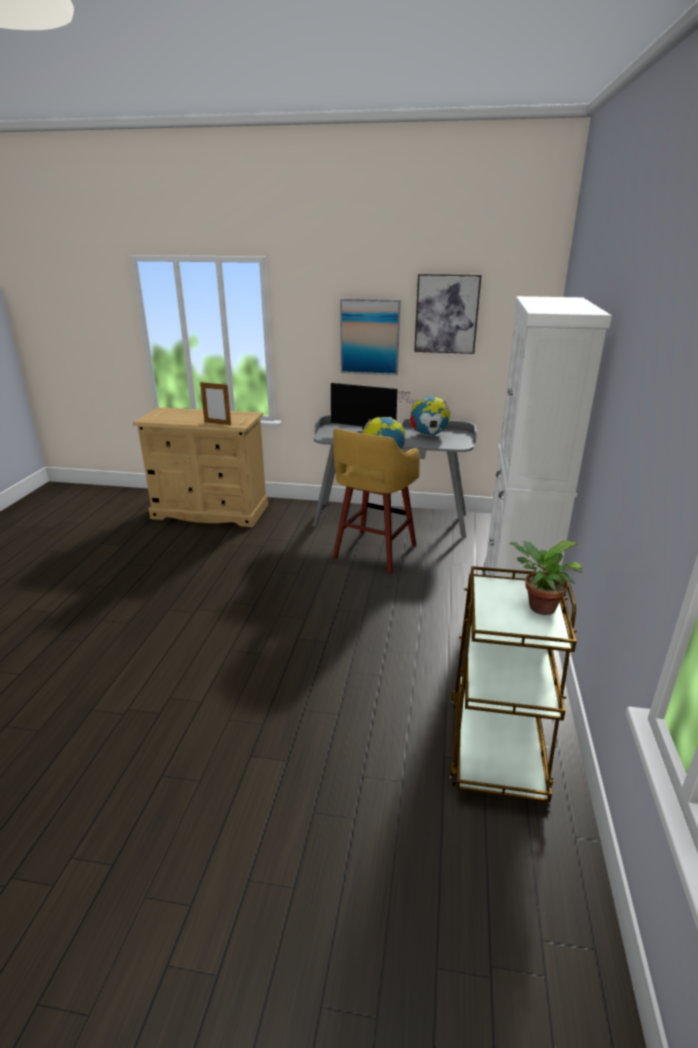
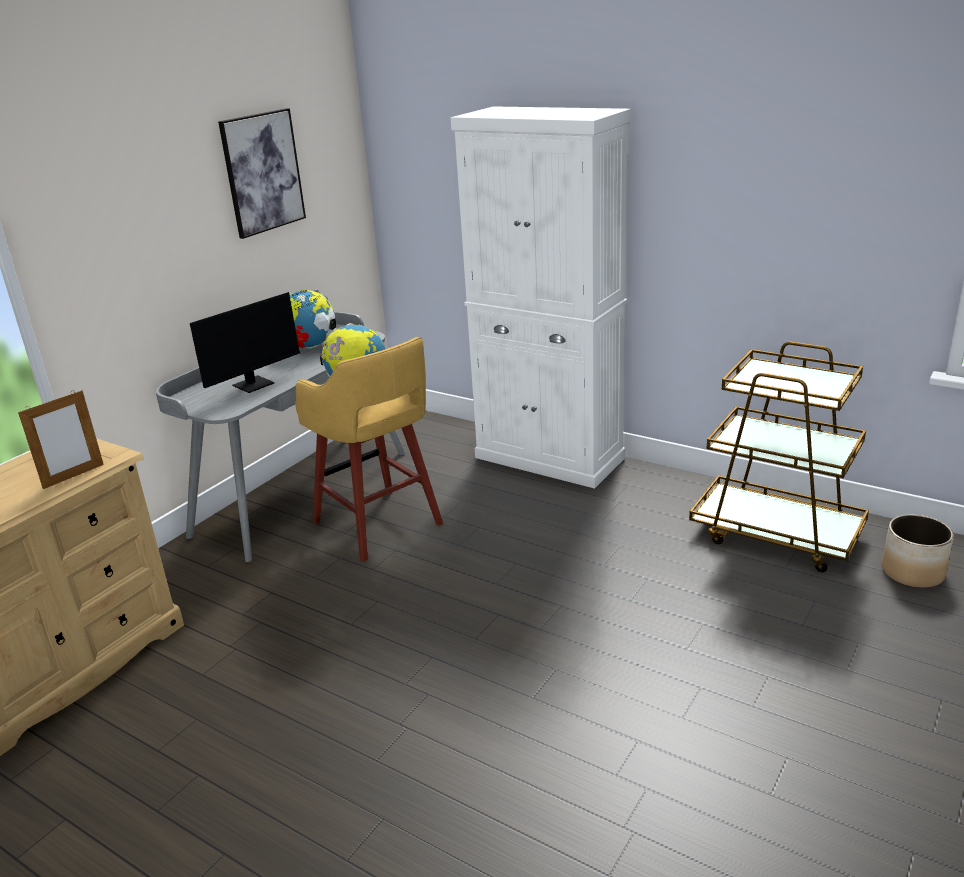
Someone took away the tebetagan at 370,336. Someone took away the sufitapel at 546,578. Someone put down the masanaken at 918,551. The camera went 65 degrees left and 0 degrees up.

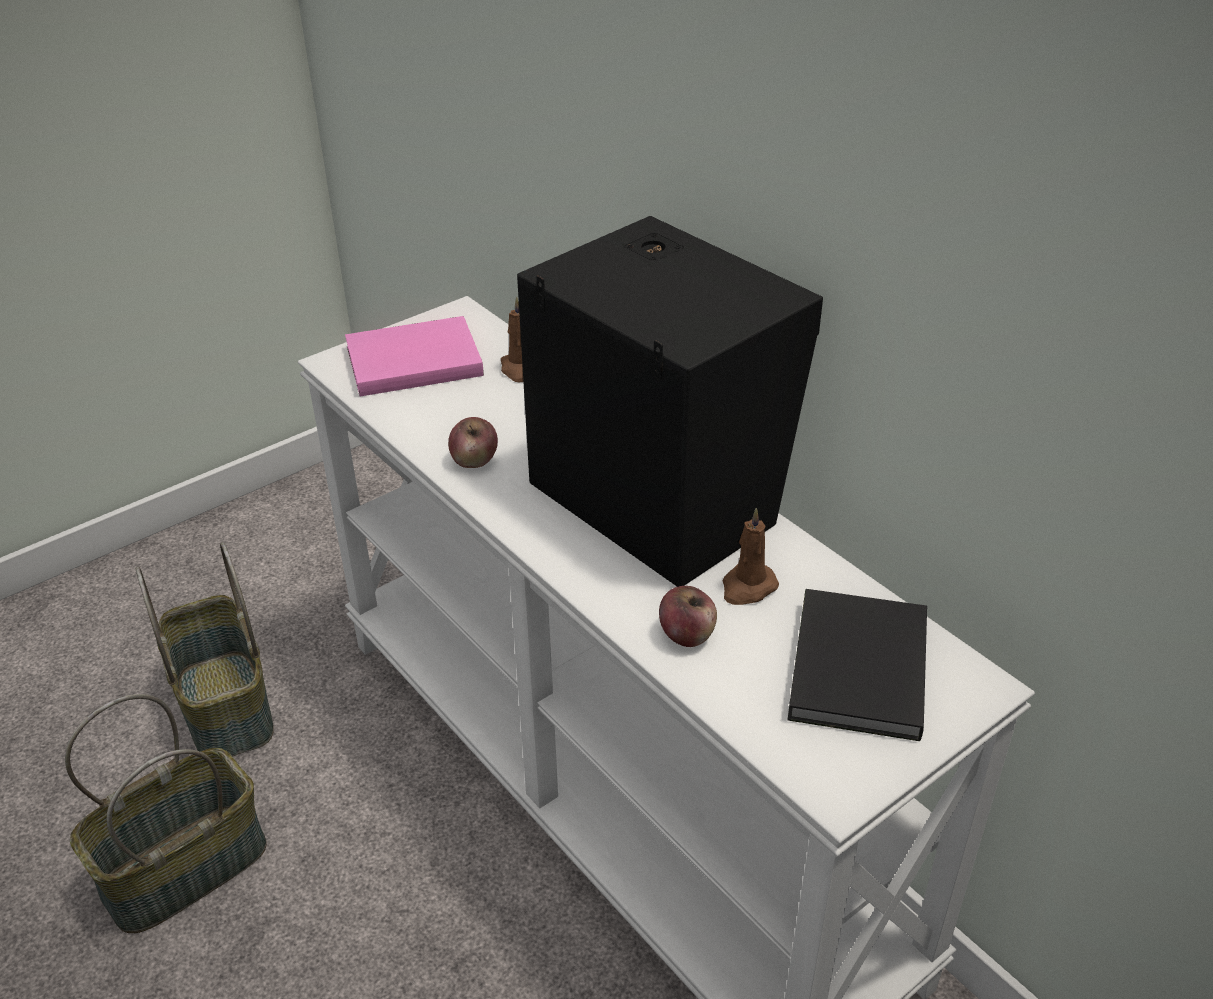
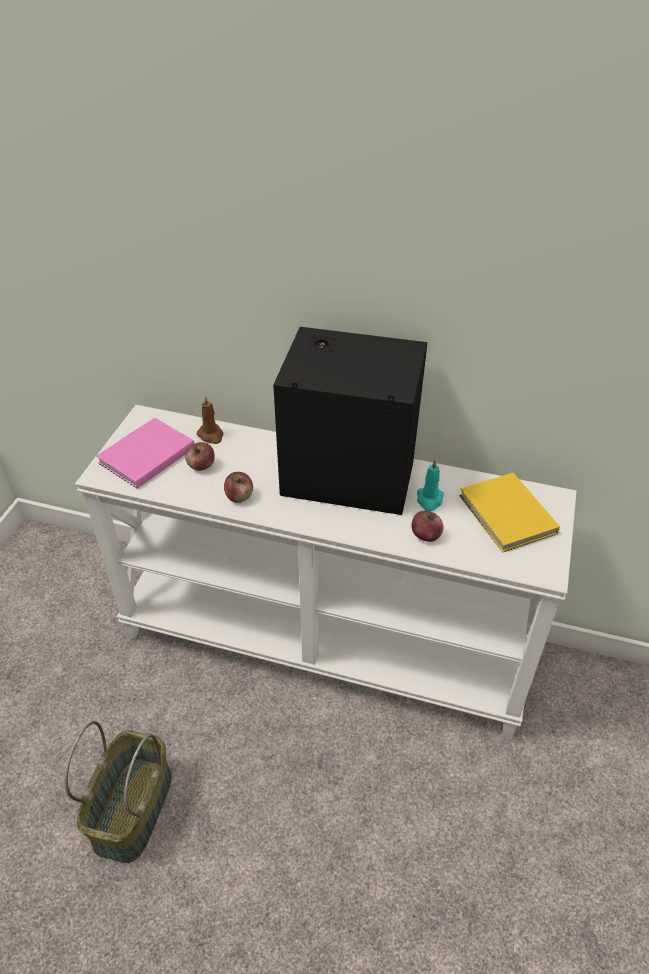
Someone took away the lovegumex at 205,649. Someone repainted the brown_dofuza at 750,556, which became the turquoise_dofuza at 430,485. Someone repainted the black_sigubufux at 857,665, which became the yellow_sigubufux at 509,513. Someone put down the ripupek at 200,456. The camera went 35 degrees left and 5 degrees up.

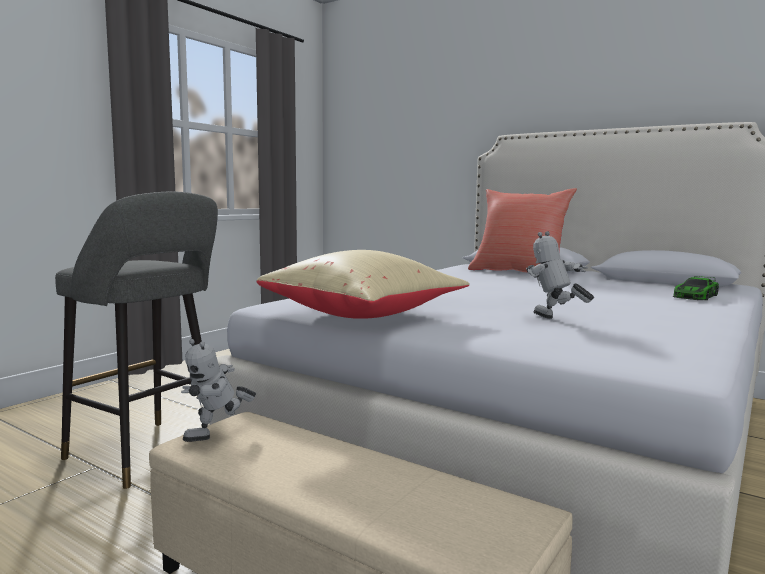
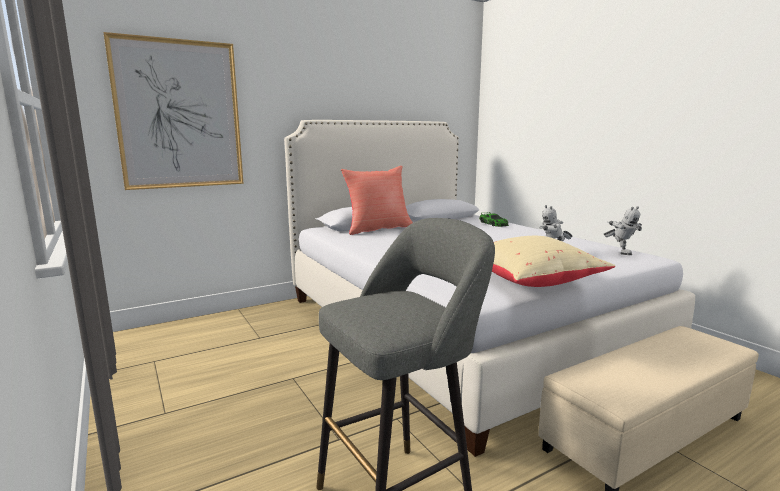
Someone carried the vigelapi from 218,390 to 623,230. Someone put up the tebetagan at 173,111. The camera went 65 degrees left and 5 degrees up.

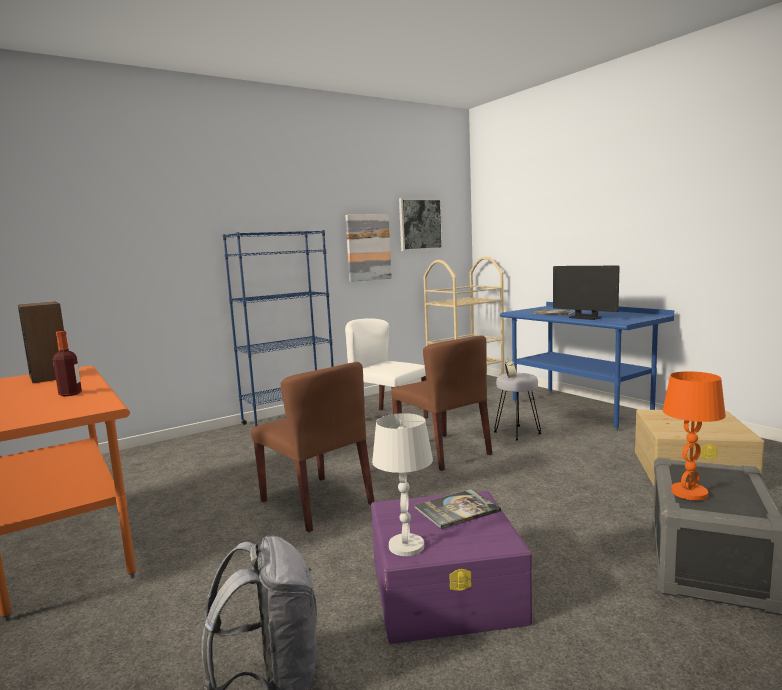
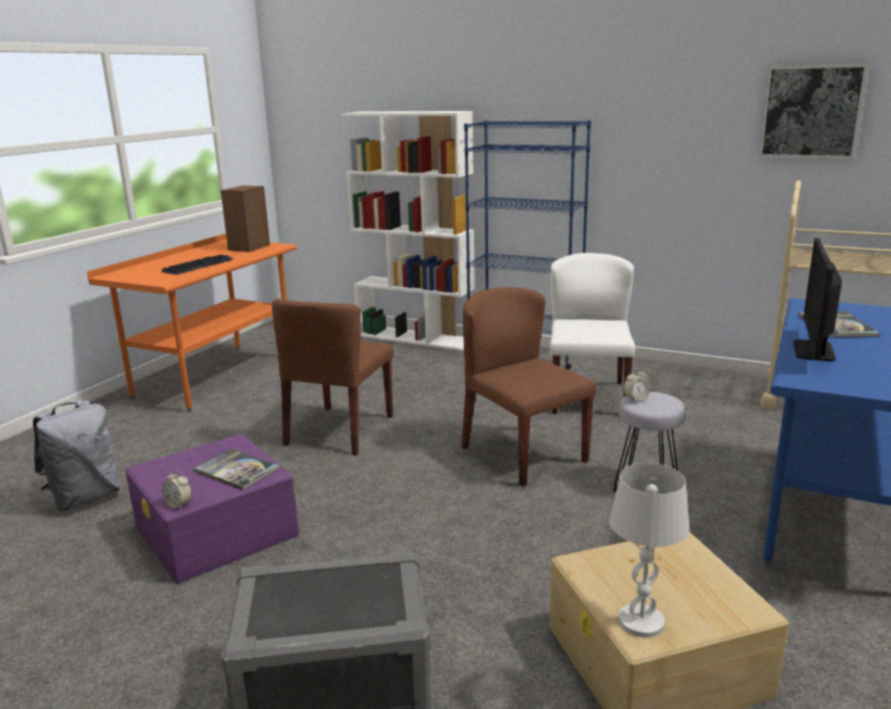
Someone swapped the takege at 67,363 for the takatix at 197,265. Someone took away the tebetagan at 368,248. Someone carried the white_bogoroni from 402,484 to 649,550. Someone rotated the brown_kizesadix at 441,403 by 120 degrees clockwise. Someone took away the orange_bogoroni at 694,435. Someone put down the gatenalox at 177,489. Someone put down the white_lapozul at 408,231. The camera went 60 degrees right and 10 degrees up.

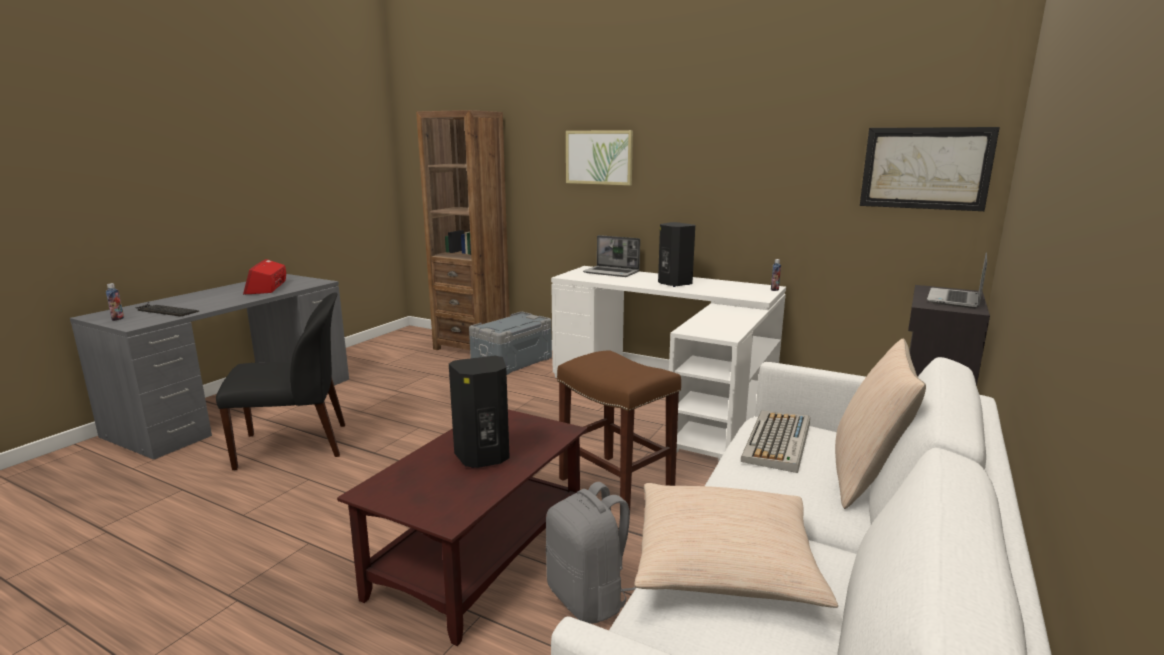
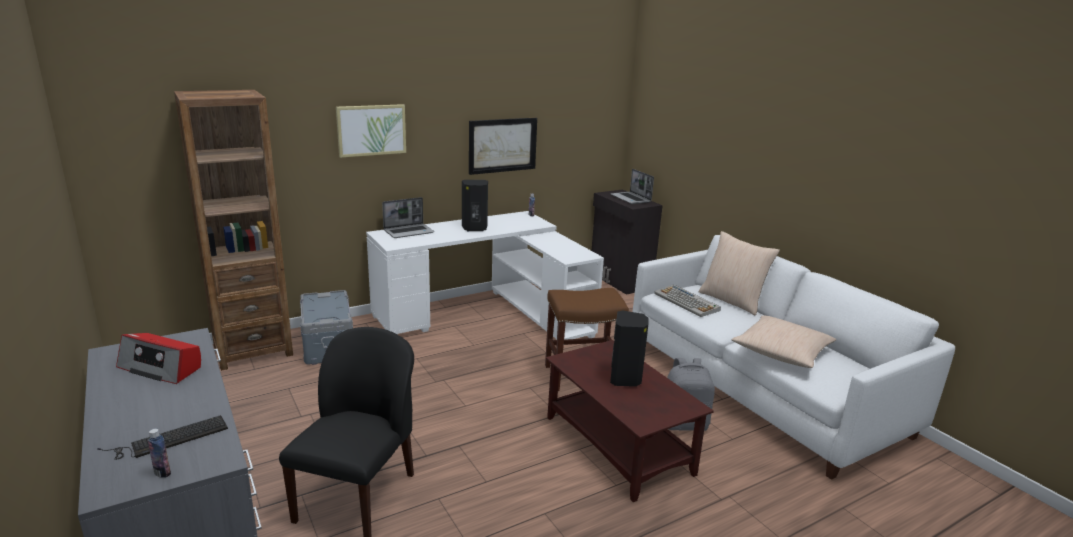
Someone carried the tebetagan from 930,169 to 503,146. The camera went 60 degrees left and 5 degrees up.

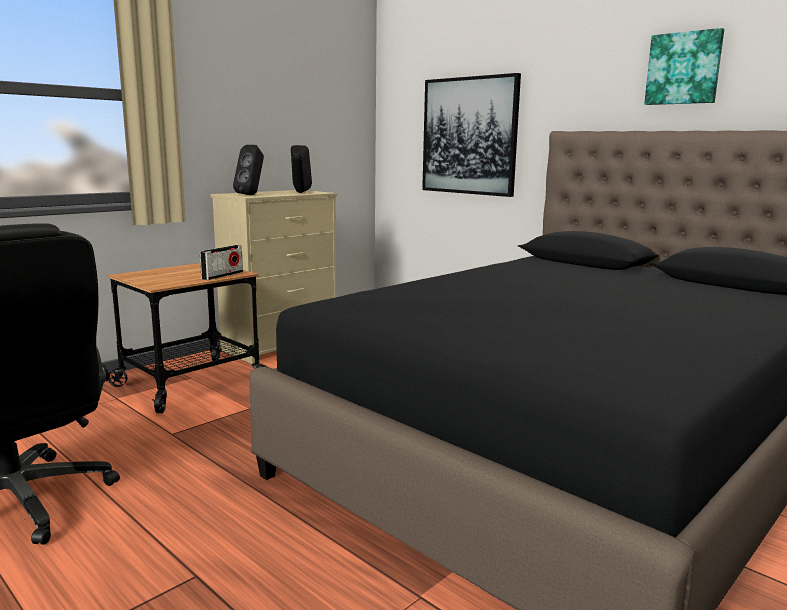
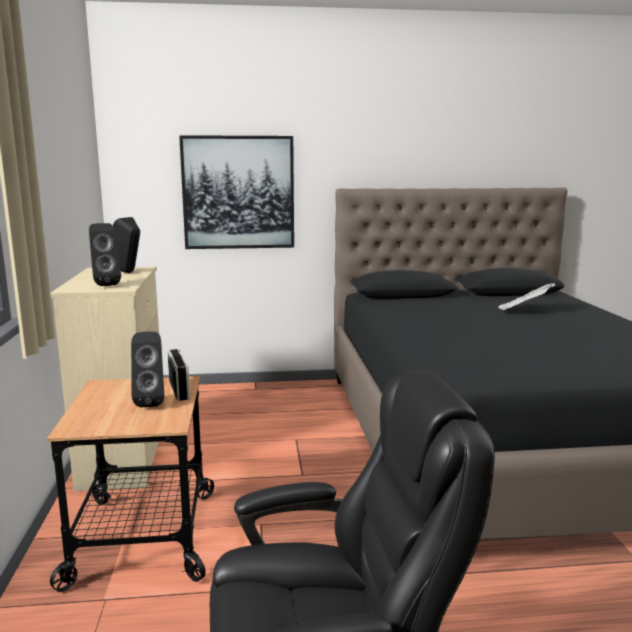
Someone took away the tebetagan at 684,66. Someone put down the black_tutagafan at 147,369. Someone put down the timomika at 526,296. The camera went 50 degrees left and 0 degrees up.

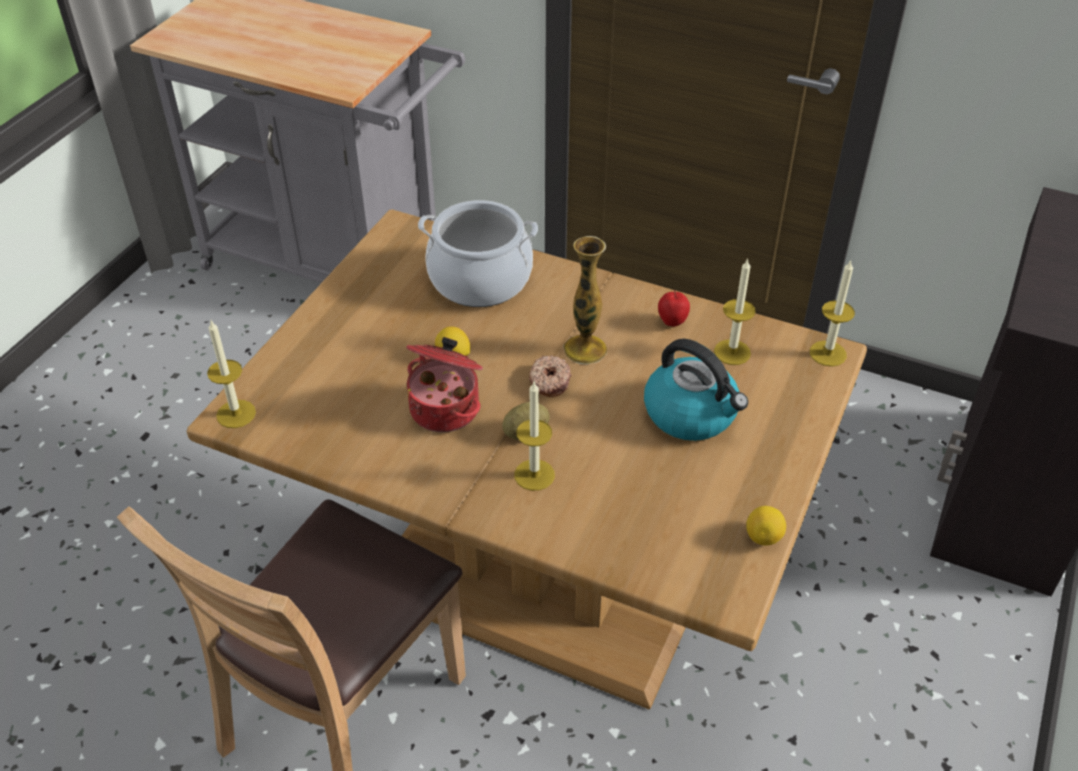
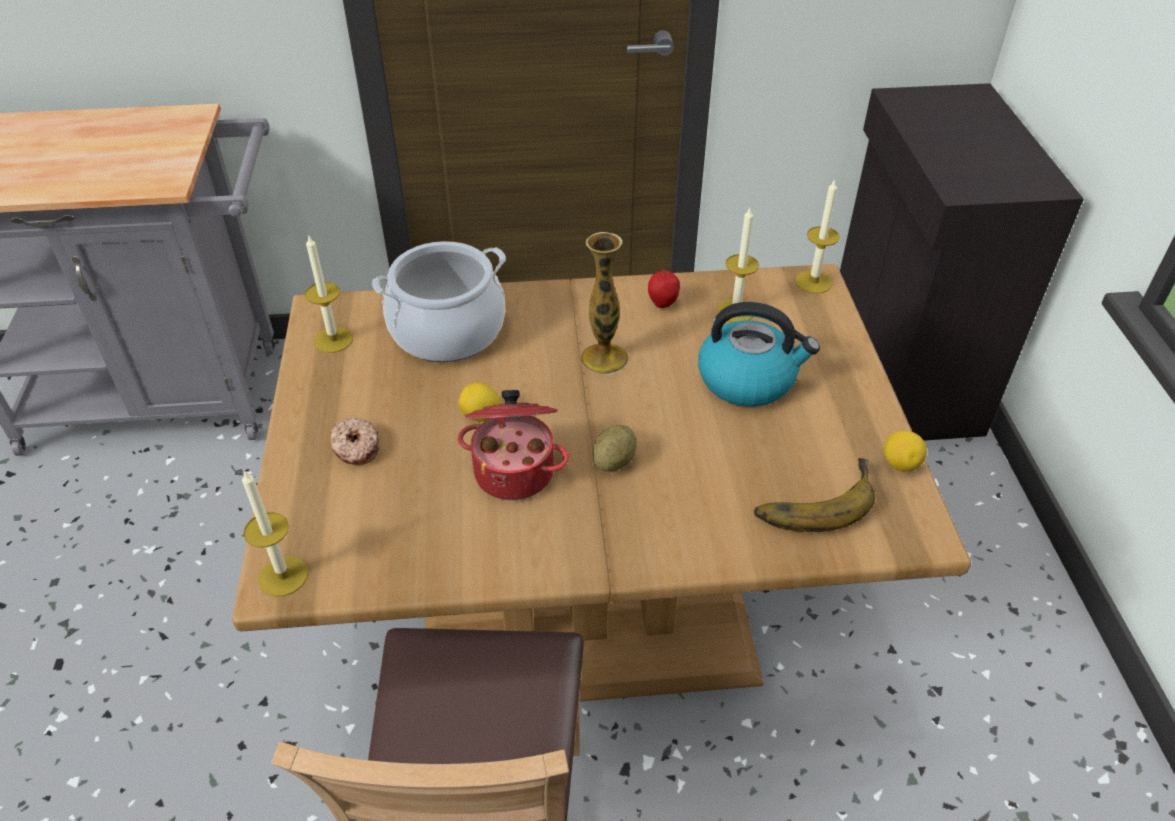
Someone carried the dofuza from 534,436 to 329,293. Someone carried the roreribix from 550,376 to 354,441. Someone put down the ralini at 814,495. The camera went 30 degrees left and 0 degrees up.

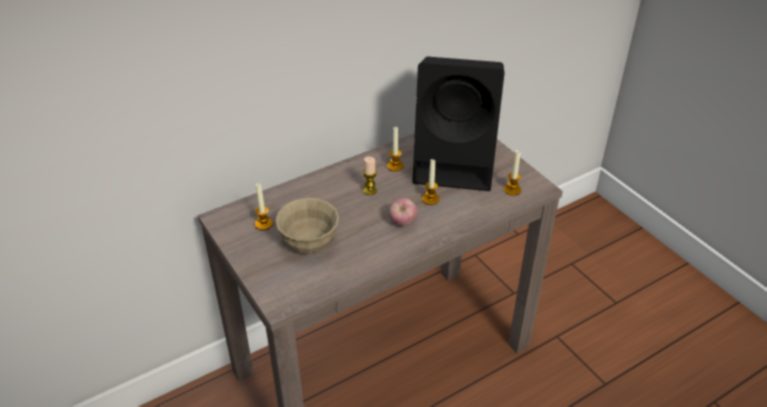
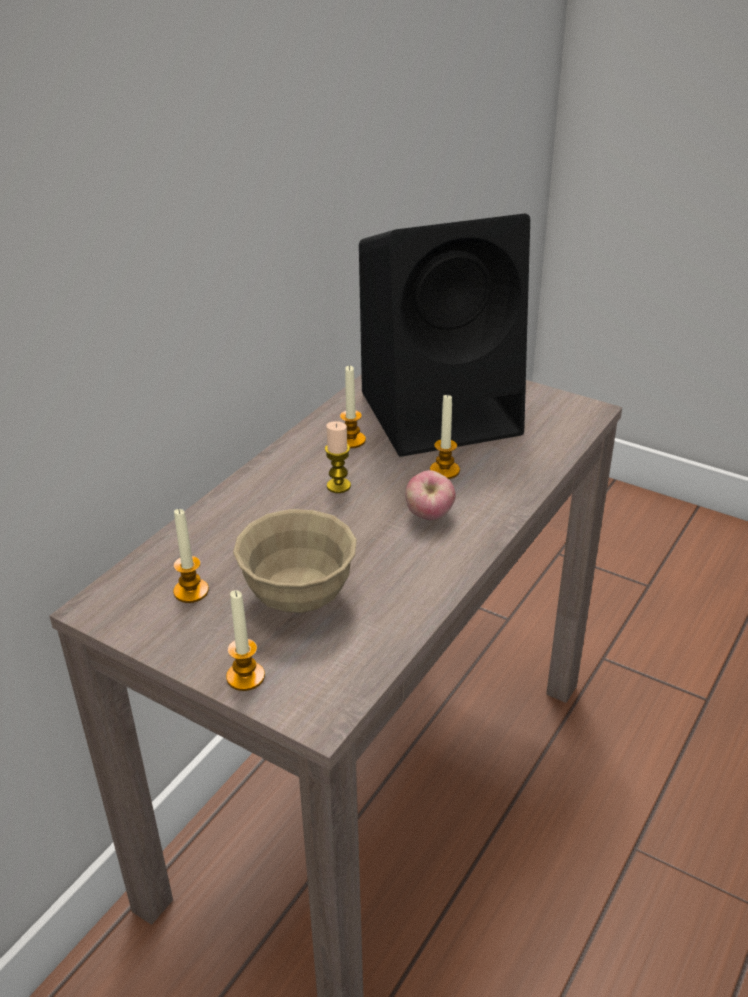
Someone carried the dofuza from 512,173 to 245,640. The camera went 25 degrees left and 5 degrees down.

